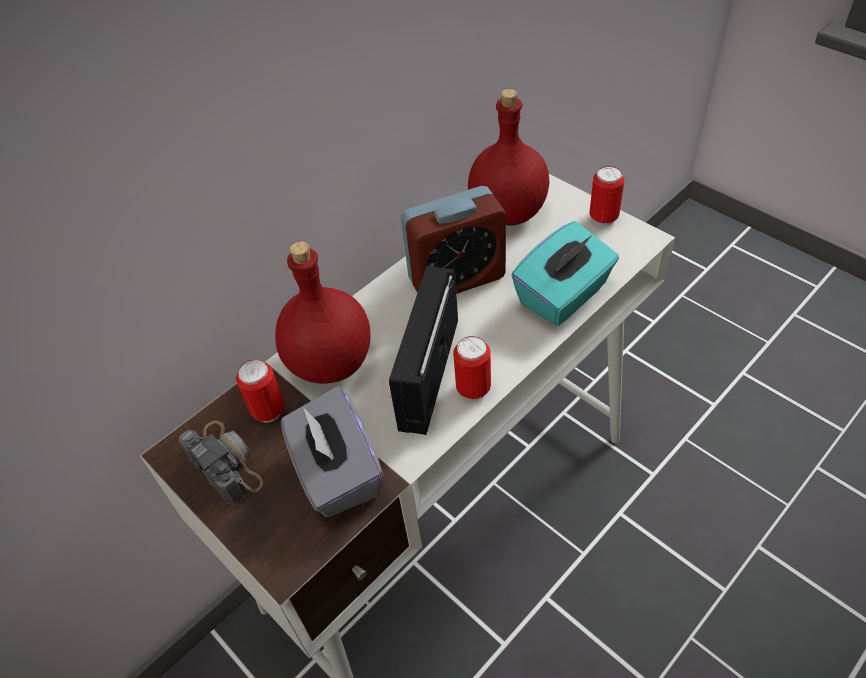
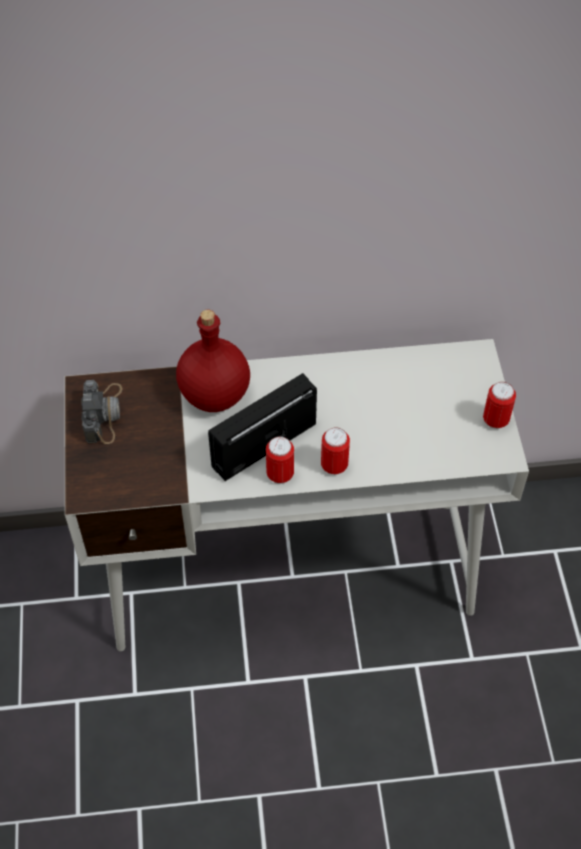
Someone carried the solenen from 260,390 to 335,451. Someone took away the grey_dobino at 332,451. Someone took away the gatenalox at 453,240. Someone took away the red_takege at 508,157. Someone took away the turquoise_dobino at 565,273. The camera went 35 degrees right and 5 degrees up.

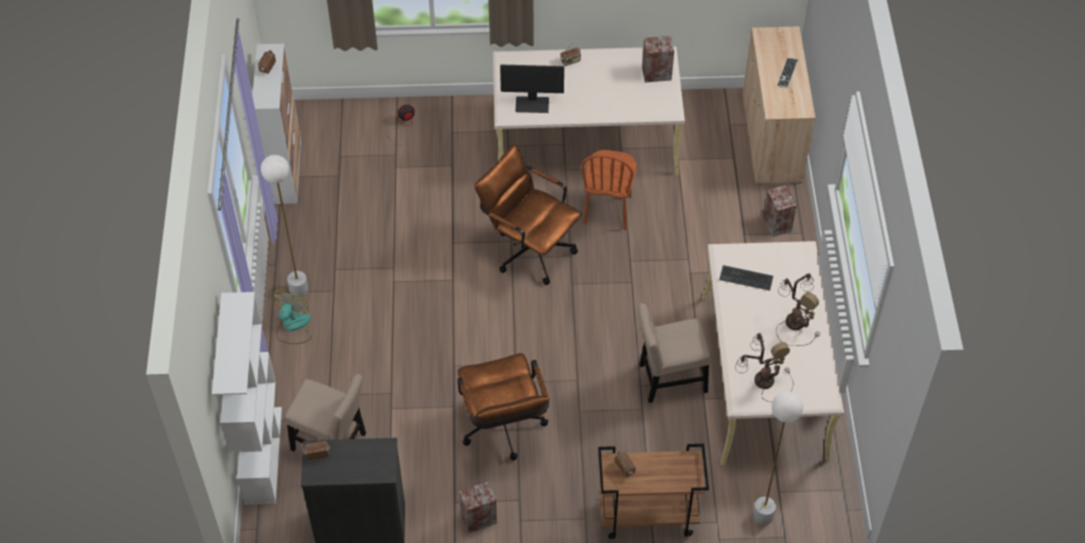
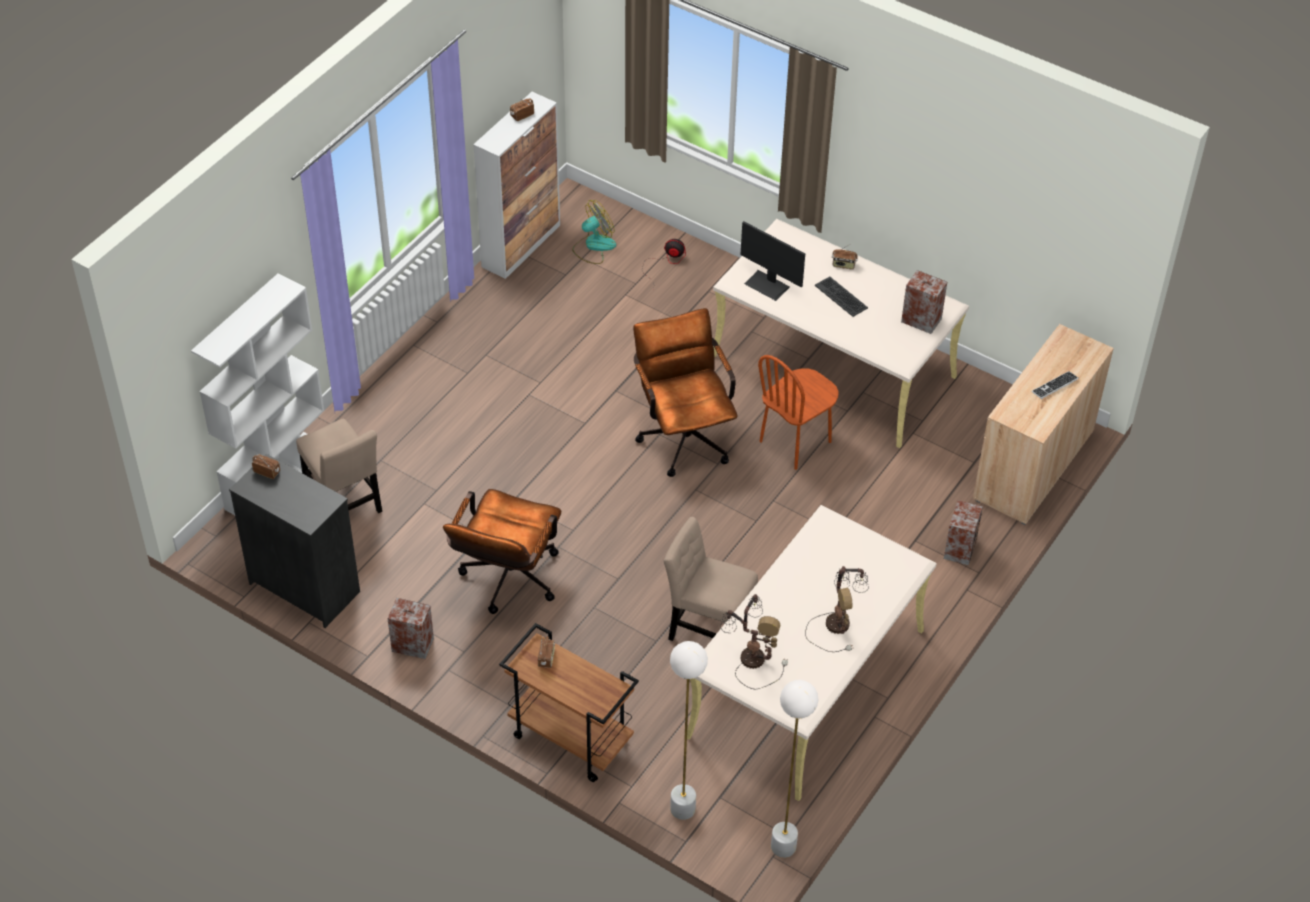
Someone carried the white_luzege from 284,226 to 794,769. Someone carried the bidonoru from 292,316 to 594,232. Someone carried the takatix from 746,278 to 841,297. The camera went 35 degrees right and 5 degrees down.

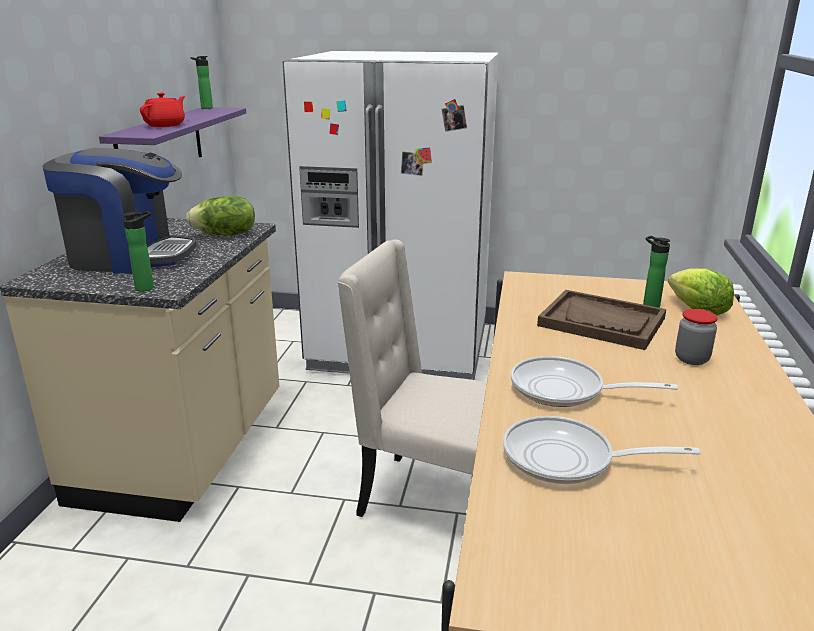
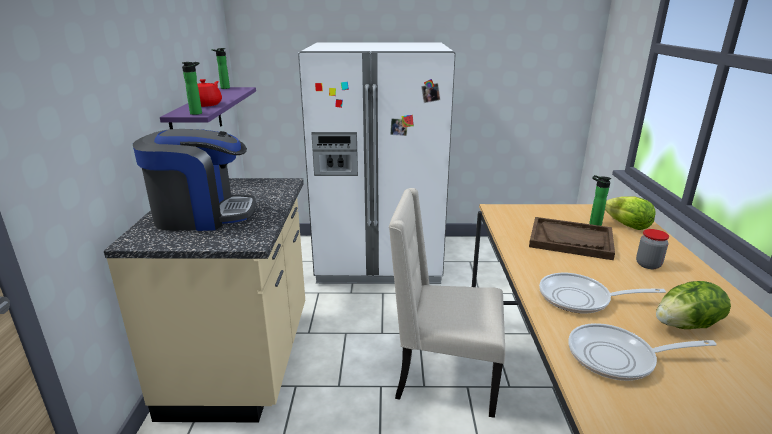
Someone carried the takege from 138,251 to 192,88. Someone carried the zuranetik from 220,215 to 693,305. The camera went 10 degrees left and 0 degrees up.

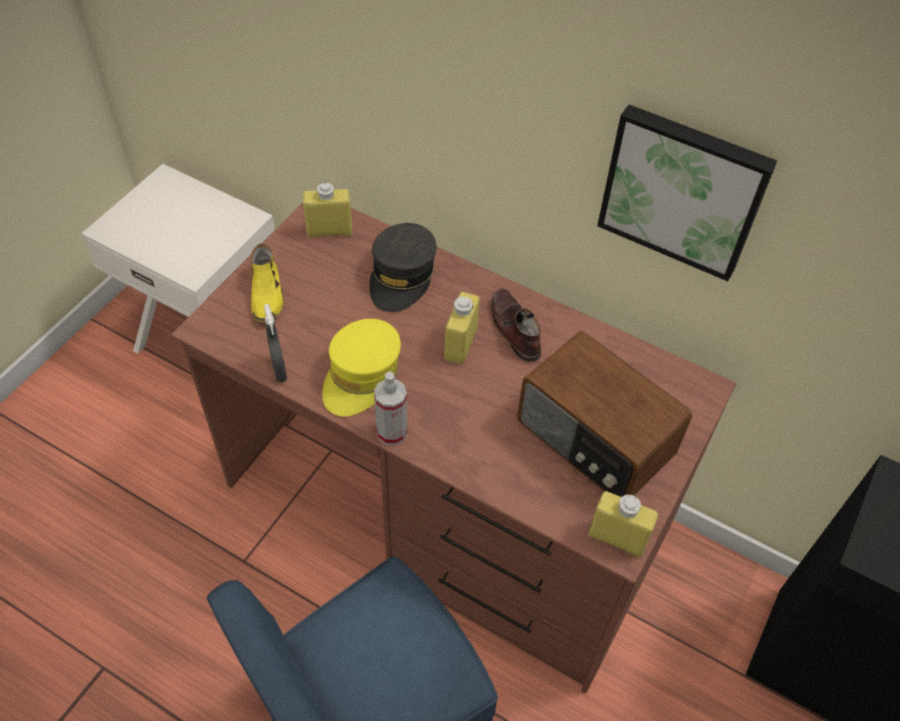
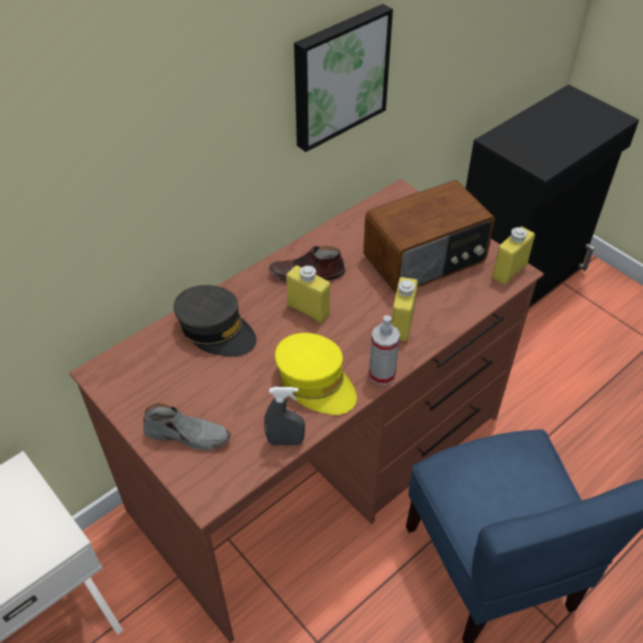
Someone repainted the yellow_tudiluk at 267,282, which became the grey_tudiluk at 187,426. Someone carried the yellow_takege from 327,210 to 404,309. The camera went 70 degrees left and 5 degrees down.

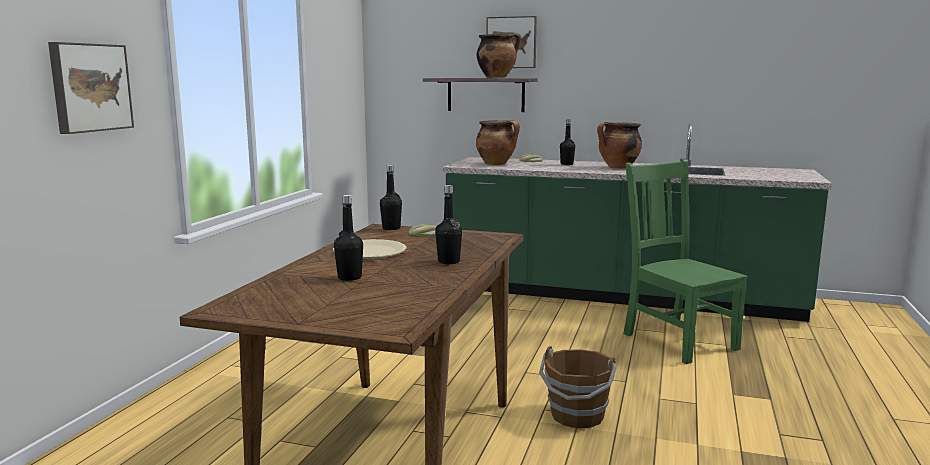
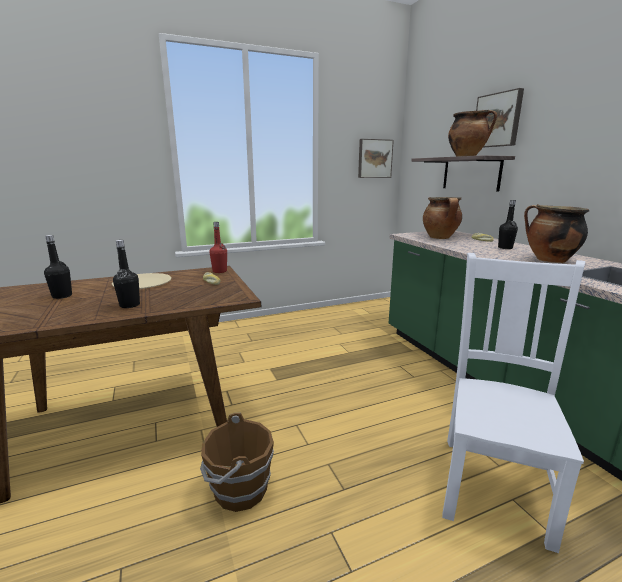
Someone carried the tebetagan from 91,88 to 376,158. Someone repainted the black_takege at 391,197, which became the red_takege at 218,247. Someone repainted the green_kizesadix at 685,261, which became the white_kizesadix at 513,403. The camera went 50 degrees right and 5 degrees up.

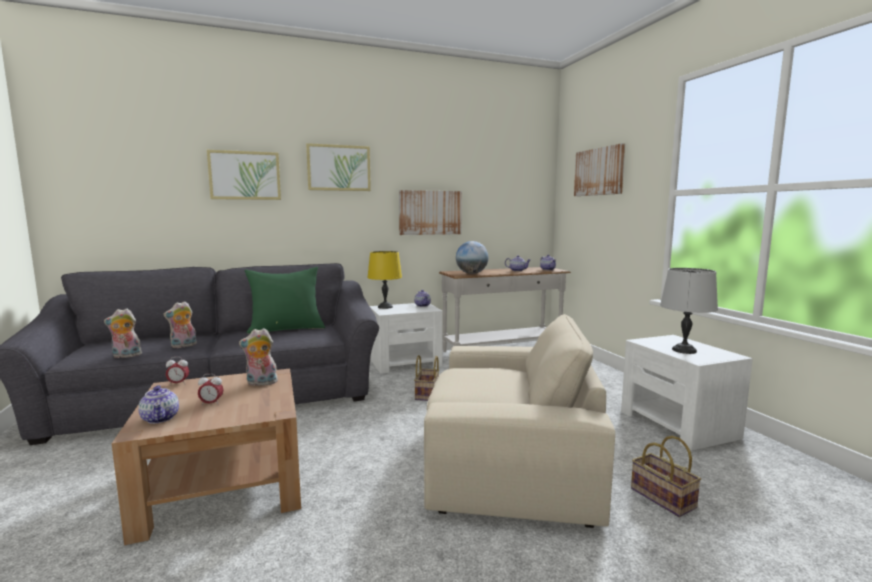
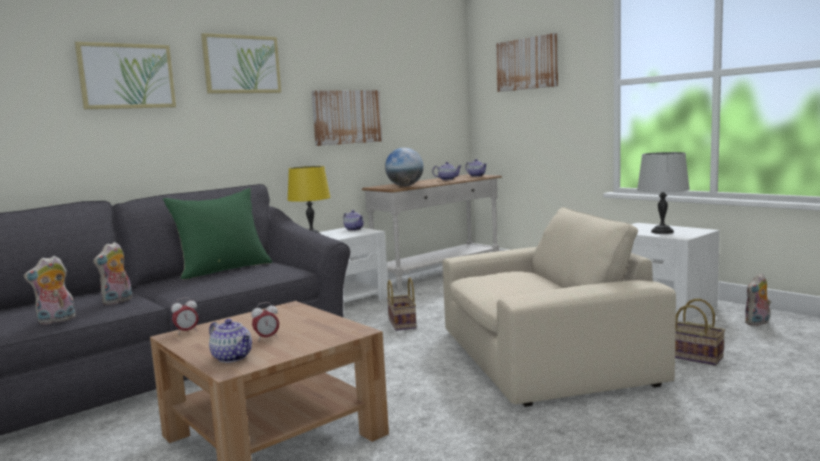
Someone carried the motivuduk from 259,357 to 758,299. The camera went 20 degrees left and 0 degrees up.

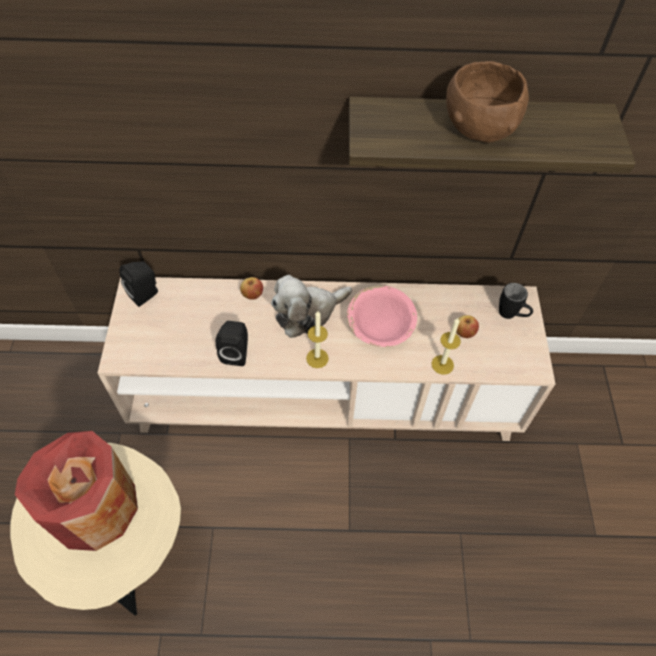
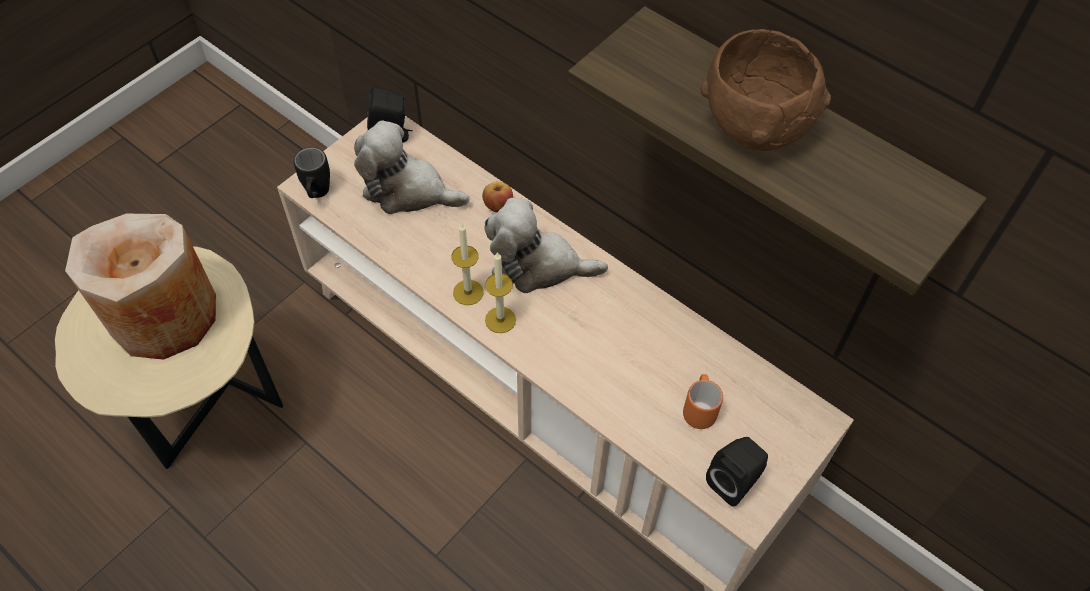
Someone repainted the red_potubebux at 76,491, which became the beige_potubebux at 140,287. Someone carried the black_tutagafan from 232,343 to 737,472. Someone took away the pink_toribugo at 382,316. Someone carried the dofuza from 446,346 to 467,264. Someone swapped the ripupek at 467,326 for the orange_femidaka at 703,401. Someone carried the black_femidaka from 516,301 to 312,172. Someone put down the motivuduk at 412,167. The camera went 40 degrees right and 0 degrees up.

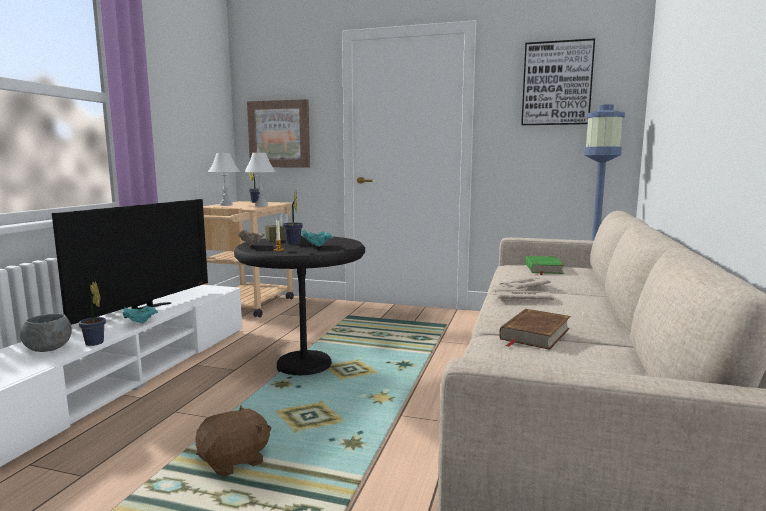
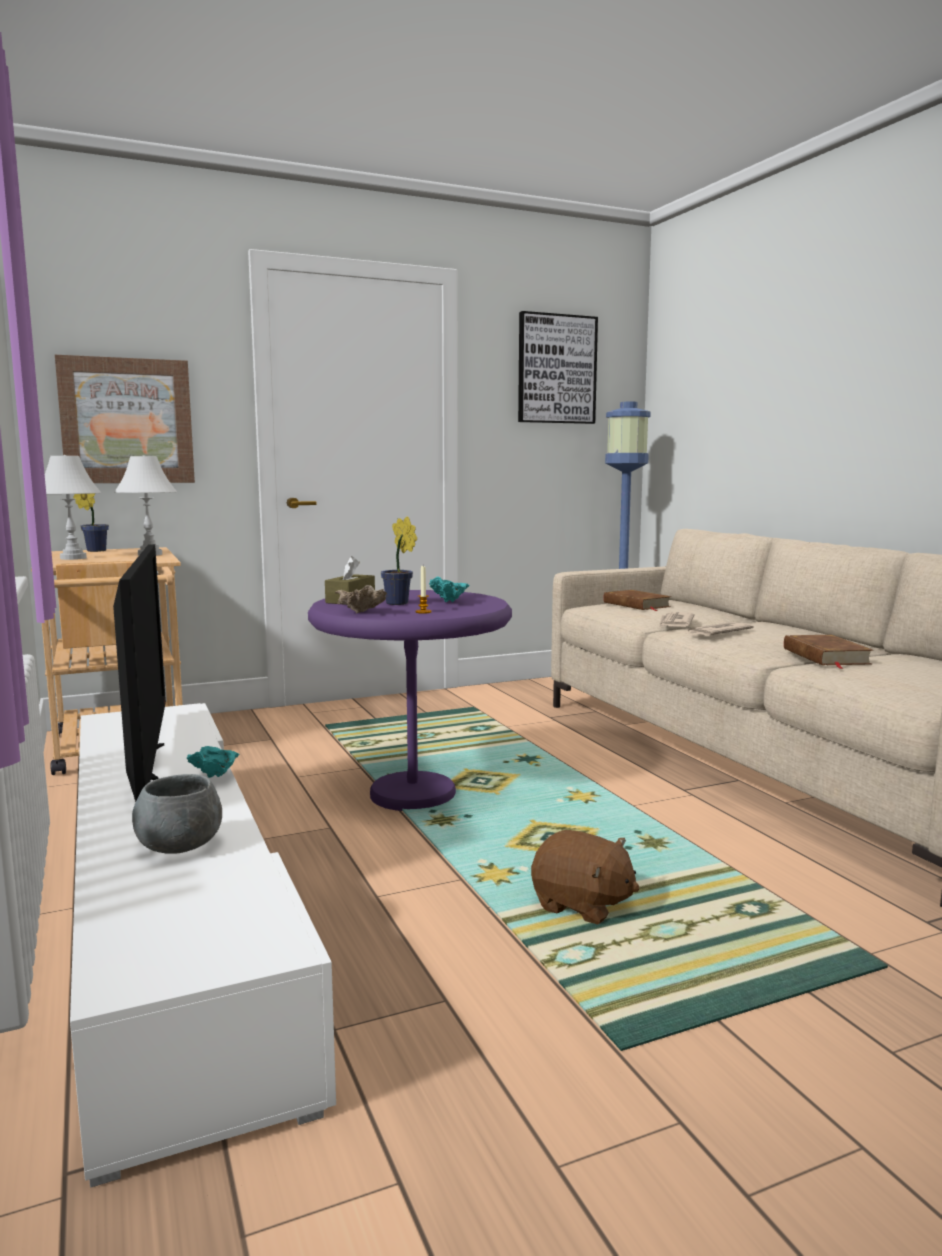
Someone took away the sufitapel at 92,313. Someone rotated the brown_motivuduk at 233,441 by 105 degrees clockwise. Someone repainted the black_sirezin at 299,305, which became the purple_sirezin at 410,700. Someone repainted the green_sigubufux at 545,265, which became the brown_sigubufux at 637,600. The camera went 40 degrees left and 0 degrees up.

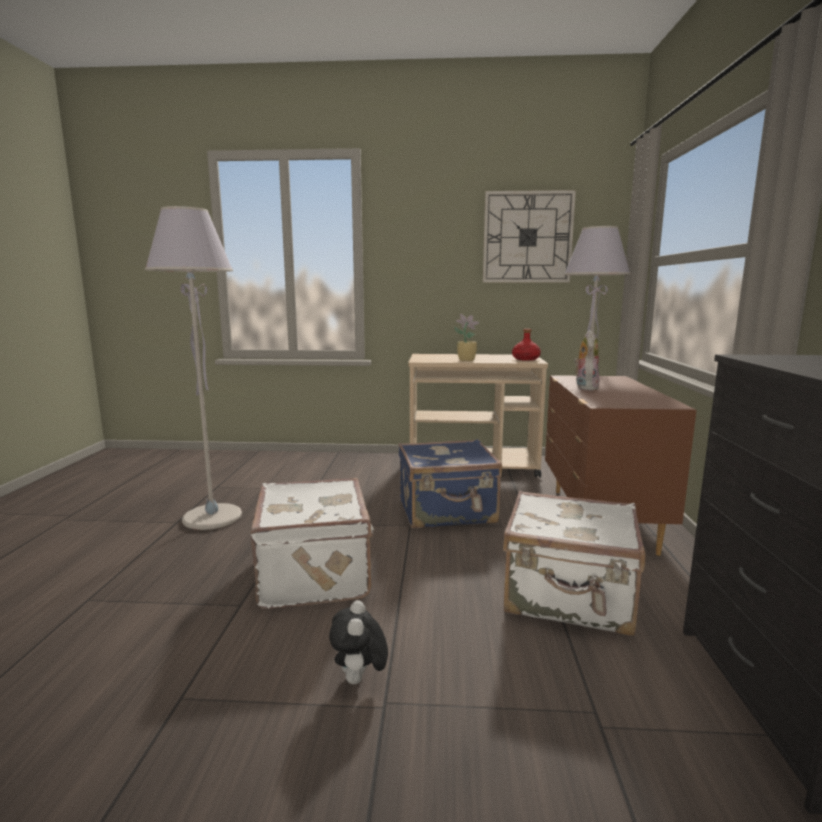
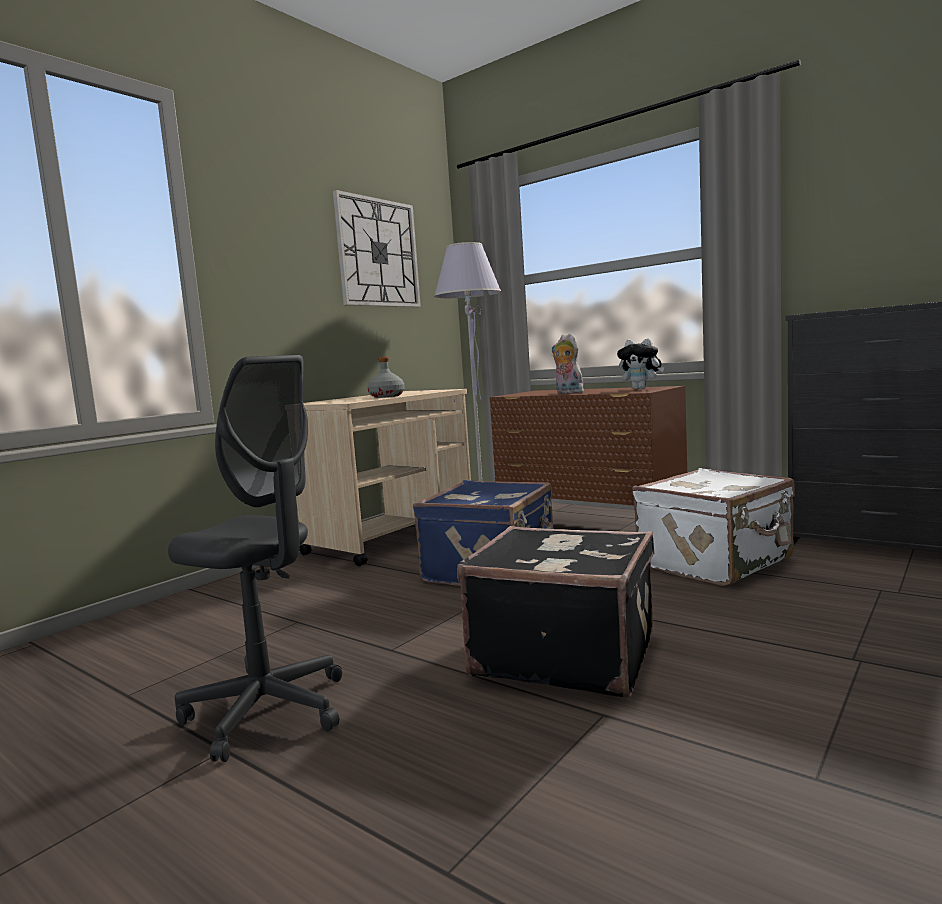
Someone swapped the grey_luzege at 193,368 for the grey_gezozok at 255,558. Someone repainted the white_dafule at 312,543, which became the black_dafule at 555,611. Someone carried the motivuduk from 358,642 to 640,363. Someone swapped the sufitapel at 466,337 for the grey_takege at 386,377. Someone took away the red_takege at 526,345. The camera went 55 degrees left and 5 degrees down.

